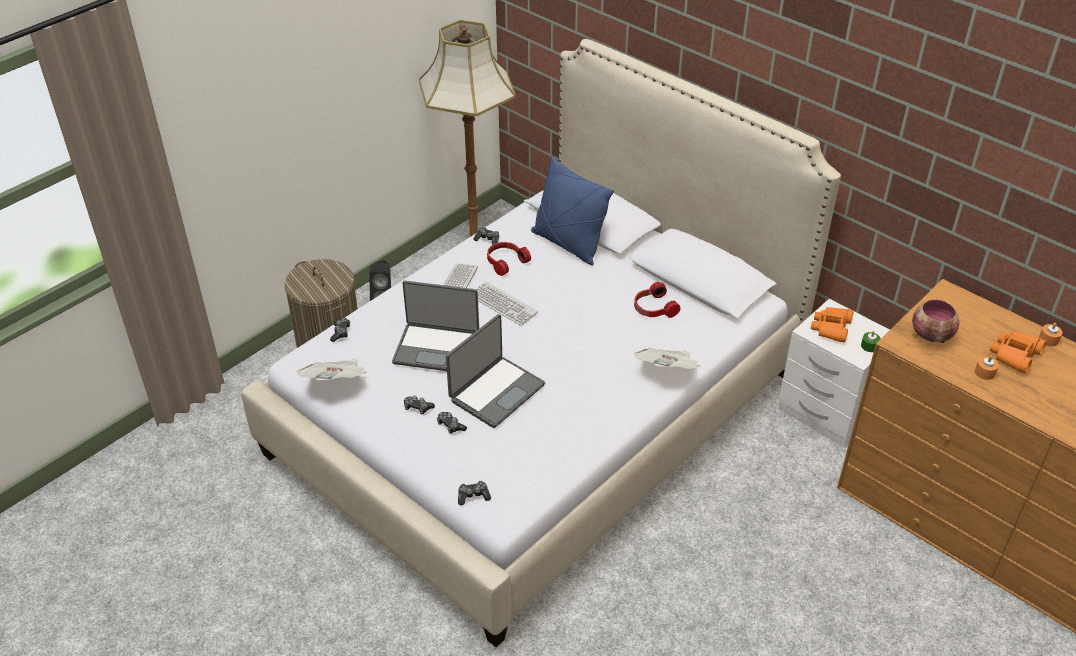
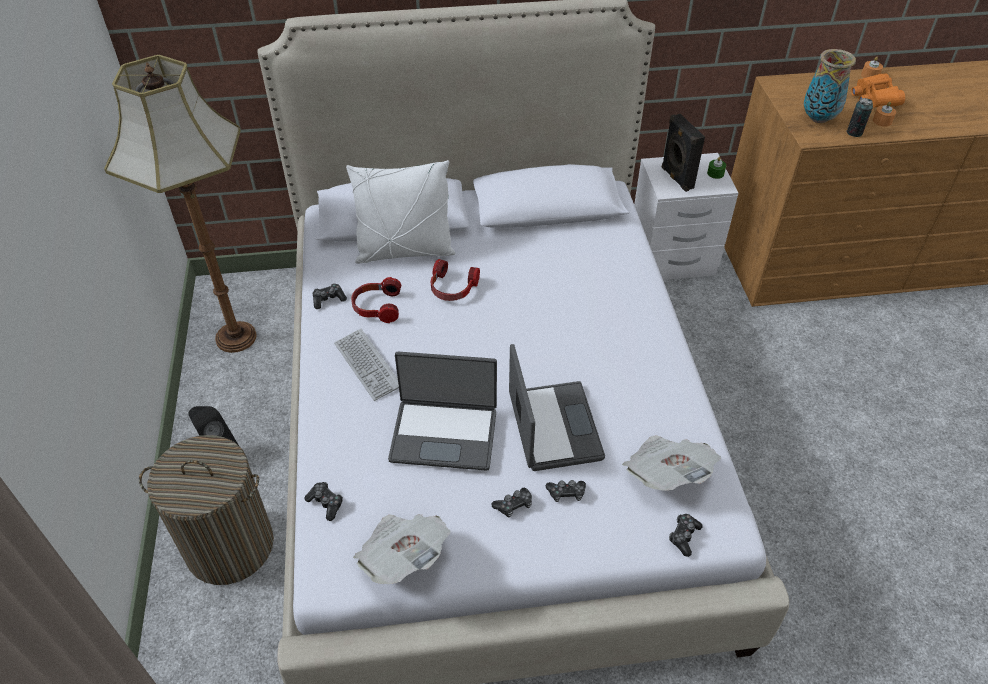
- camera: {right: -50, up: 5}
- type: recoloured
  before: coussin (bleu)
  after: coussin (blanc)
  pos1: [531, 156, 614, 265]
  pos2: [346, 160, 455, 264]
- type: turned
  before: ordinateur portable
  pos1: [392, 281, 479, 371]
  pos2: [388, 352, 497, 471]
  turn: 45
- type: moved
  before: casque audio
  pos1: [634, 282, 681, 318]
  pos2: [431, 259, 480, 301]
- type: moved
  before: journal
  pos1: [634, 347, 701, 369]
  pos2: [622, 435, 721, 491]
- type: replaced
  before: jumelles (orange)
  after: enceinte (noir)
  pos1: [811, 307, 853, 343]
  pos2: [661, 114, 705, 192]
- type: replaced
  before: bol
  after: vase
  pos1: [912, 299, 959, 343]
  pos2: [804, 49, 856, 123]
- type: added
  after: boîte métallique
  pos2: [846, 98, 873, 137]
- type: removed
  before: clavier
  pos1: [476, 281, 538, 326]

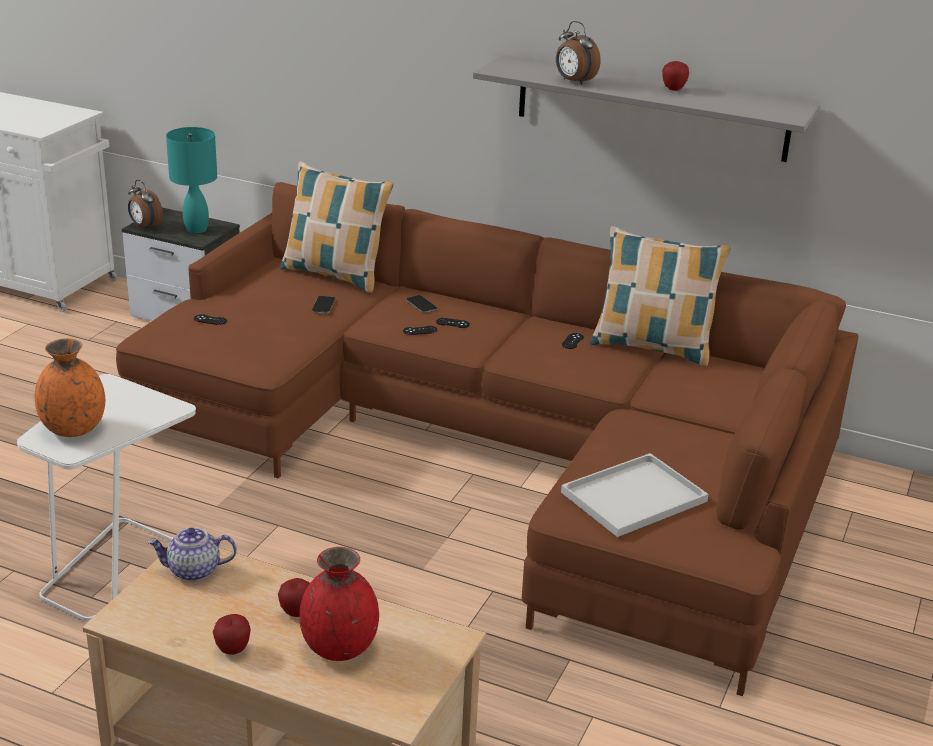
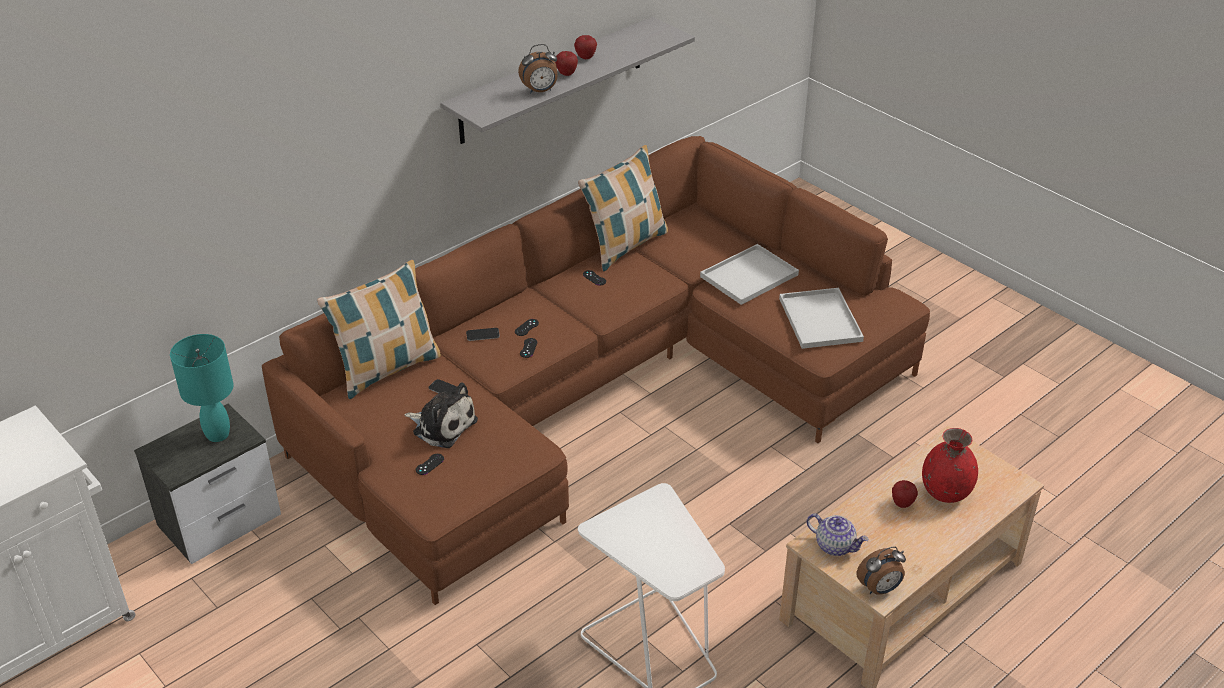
- camera: {right: -65, up: 10}
- type: added
  after: peluche
  pos2: [404, 382, 478, 448]
- type: moved
  before: pomme
  pos1: [213, 614, 251, 655]
  pos2: [555, 51, 578, 76]
- type: added
  after: plateau (blanc)
  pos2: [700, 244, 799, 305]
- type: turned
  before: théière
  pos1: [147, 527, 237, 581]
  pos2: [807, 513, 869, 556]
  turn: -75
- type: moved
  before: réveil
  pos1: [128, 180, 163, 230]
  pos2: [857, 546, 906, 595]
- type: removed
  before: vase (orange)
  pos1: [35, 338, 105, 437]

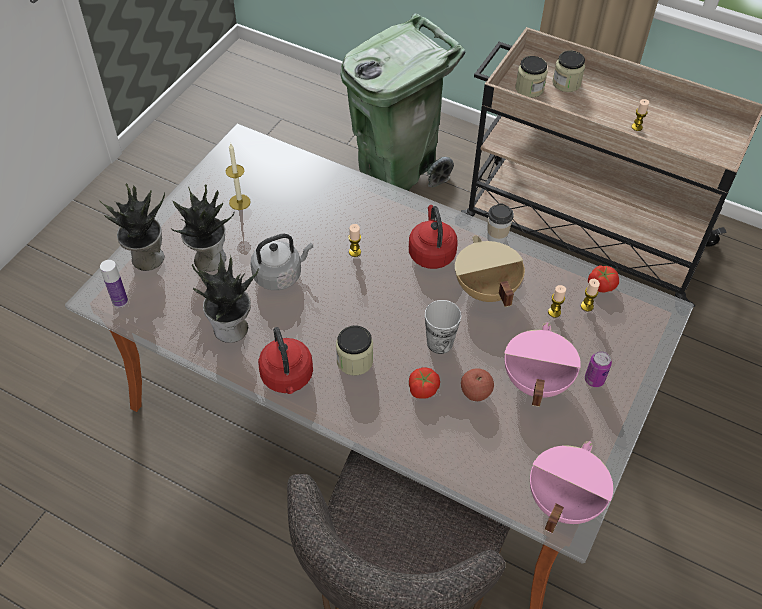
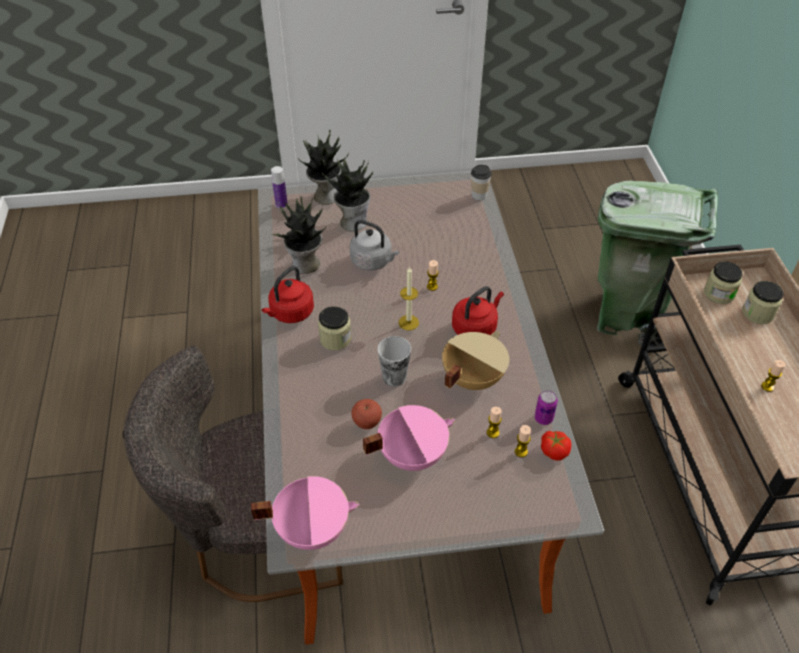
- camera: {right: 55, up: -5}
- type: moved
  before: bougie
  pos1: [226, 143, 251, 210]
  pos2: [399, 266, 419, 330]
- type: moved
  before: tasse
  pos1: [487, 203, 514, 244]
  pos2: [471, 165, 492, 201]
- type: moved
  before: boîte métallique
  pos1: [585, 351, 612, 387]
  pos2: [534, 390, 558, 425]
- type: removed
  before: tomate
  pos1: [409, 368, 440, 399]

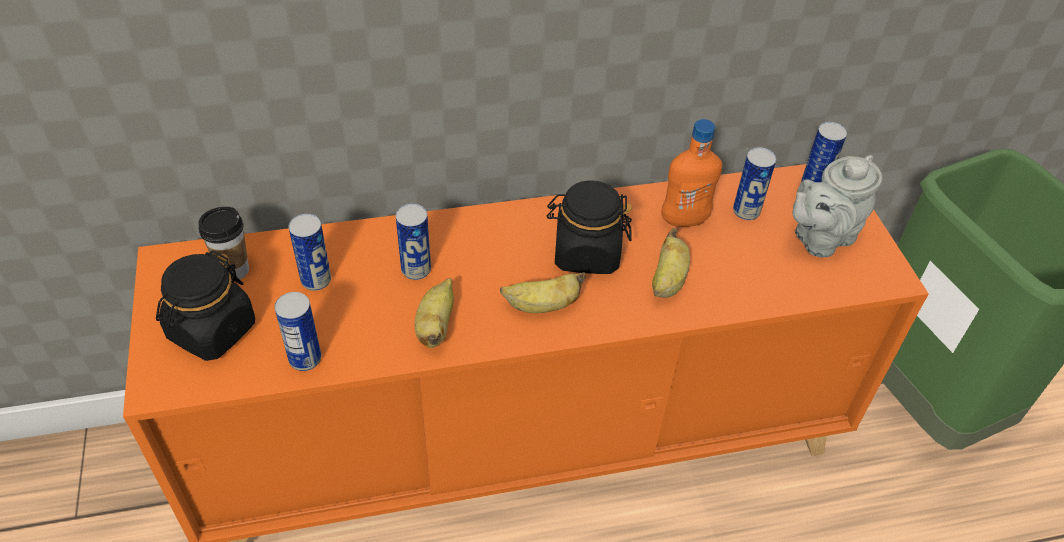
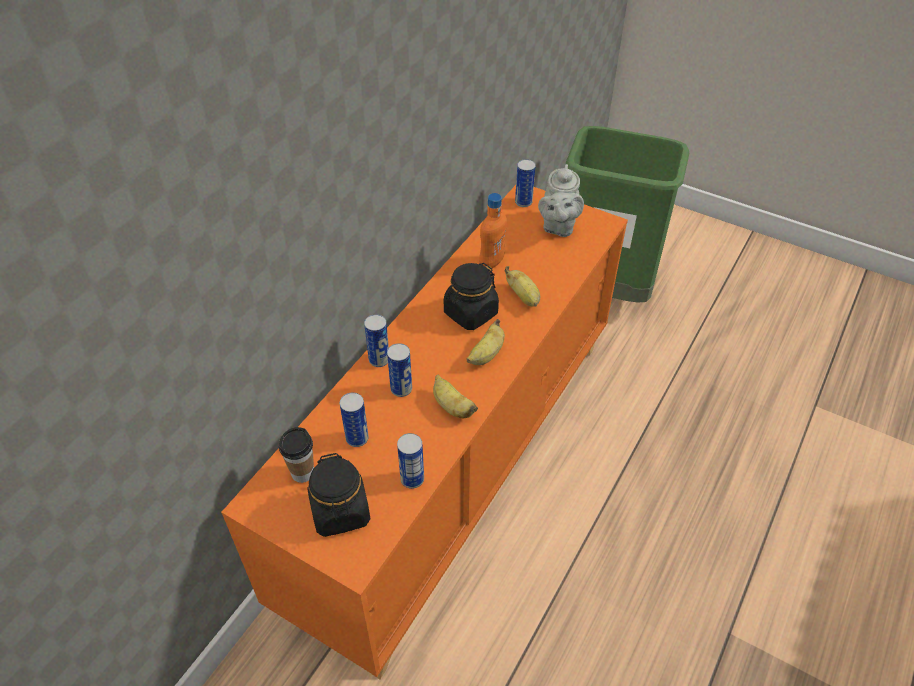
- camera: {right: -45, up: 0}
- type: moved
  before: boîte métallique
  pos1: [733, 147, 776, 220]
  pos2: [364, 314, 389, 367]

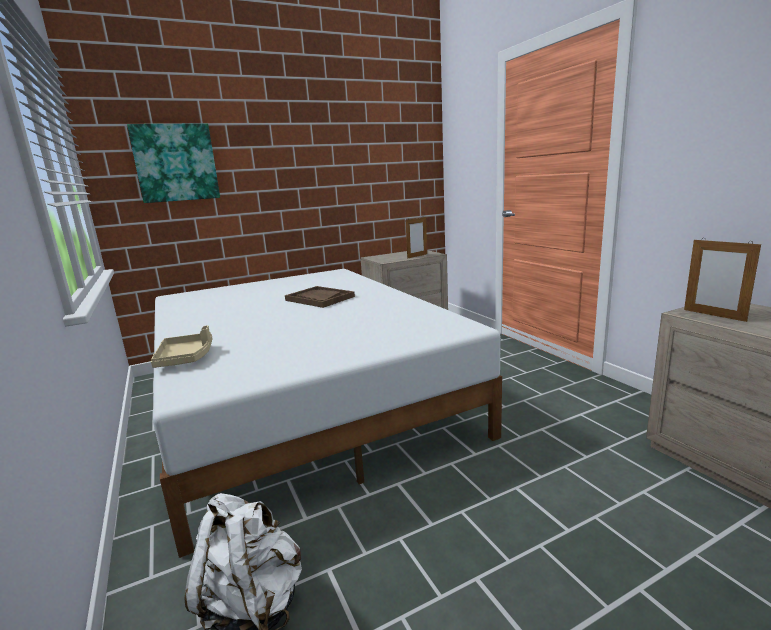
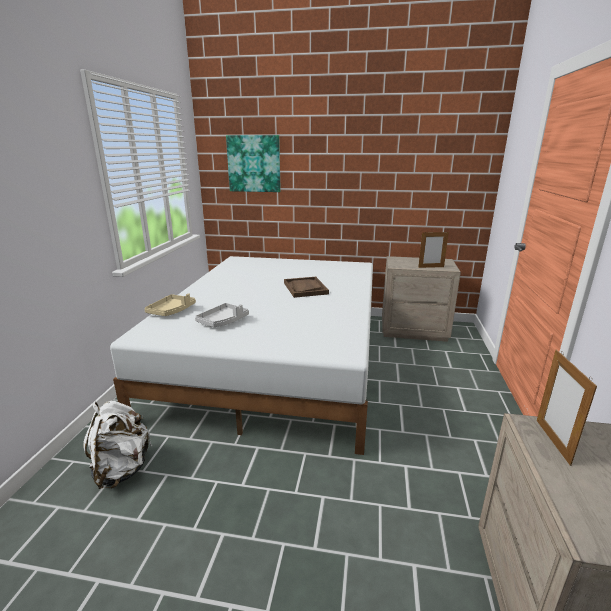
- camera: {right: 35, up: 5}
- type: added
  after: plateau (gris)
  pos2: [195, 303, 249, 327]

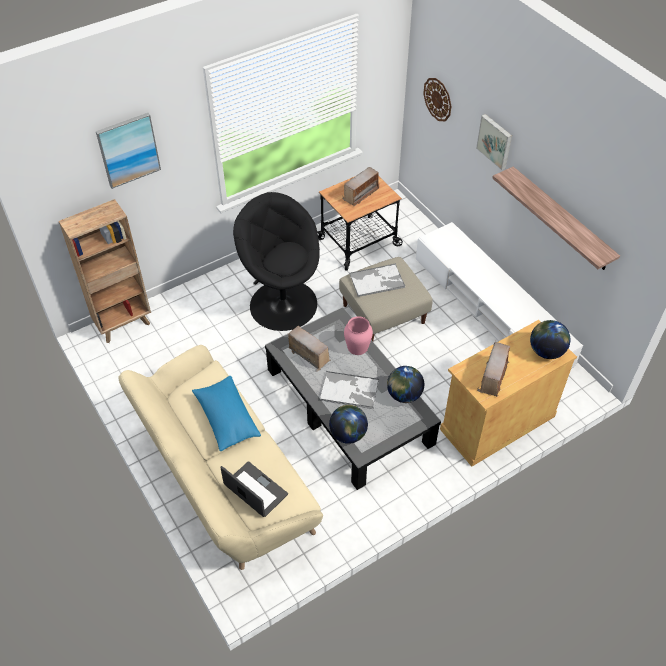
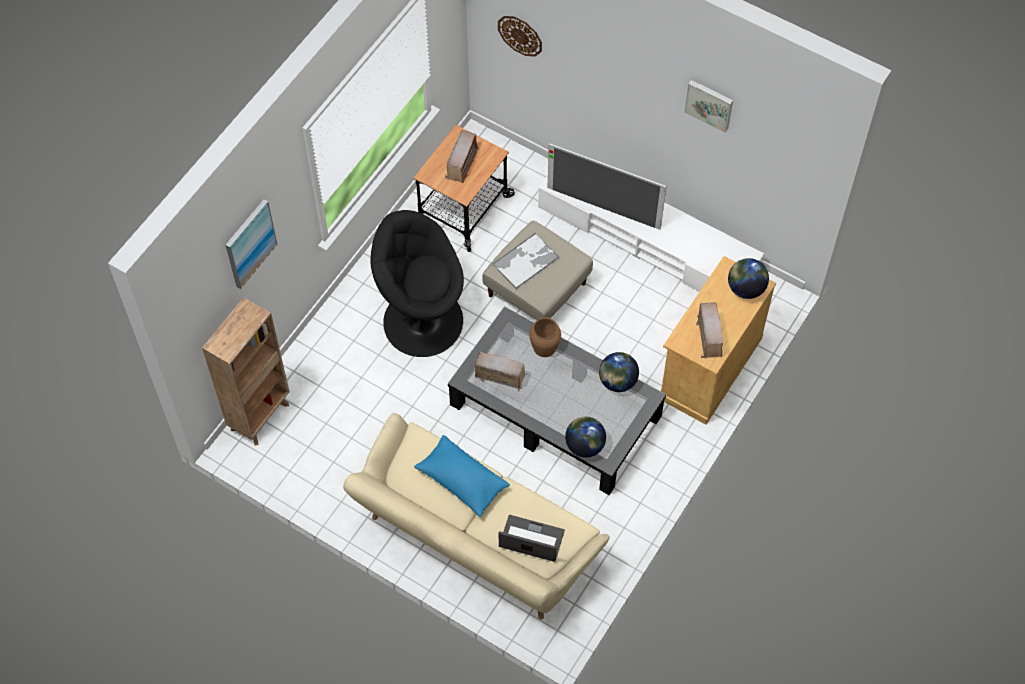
- camera: {right: -25, up: 10}
- type: recoloured
  before: vase (rose)
  after: vase (marron)
  pos1: [344, 316, 373, 355]
  pos2: [529, 317, 561, 357]
- type: added
  after: téléviseur
  pos2: [547, 143, 666, 230]
- type: moved
  before: tableau
  pos1: [476, 114, 512, 170]
  pos2: [684, 80, 733, 133]
- type: removed
  before: plateau
  pos1: [319, 371, 379, 409]
- type: removed
  before: étagère
  pos1: [492, 166, 620, 270]

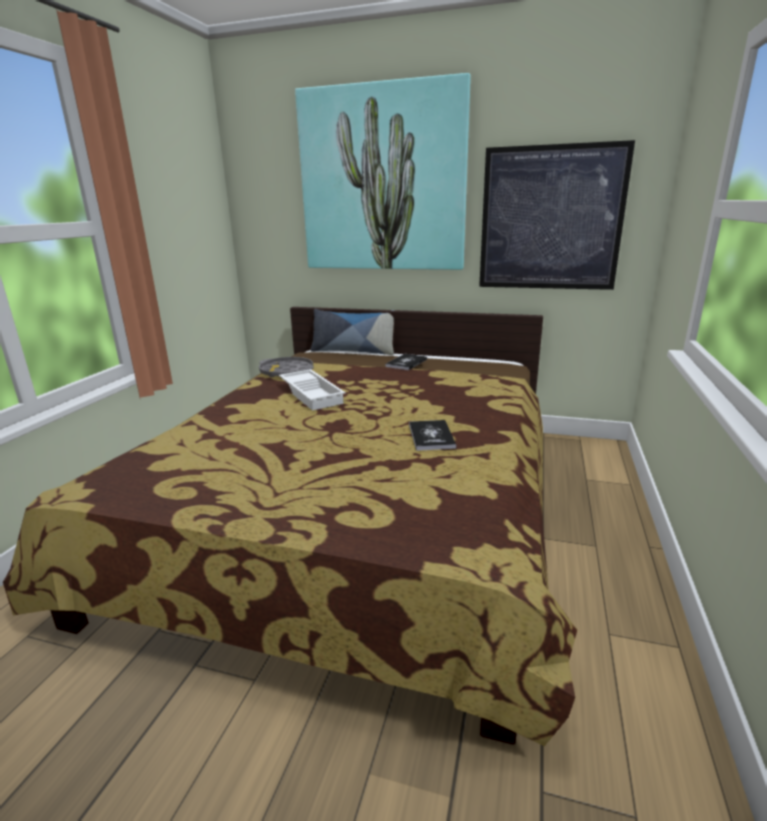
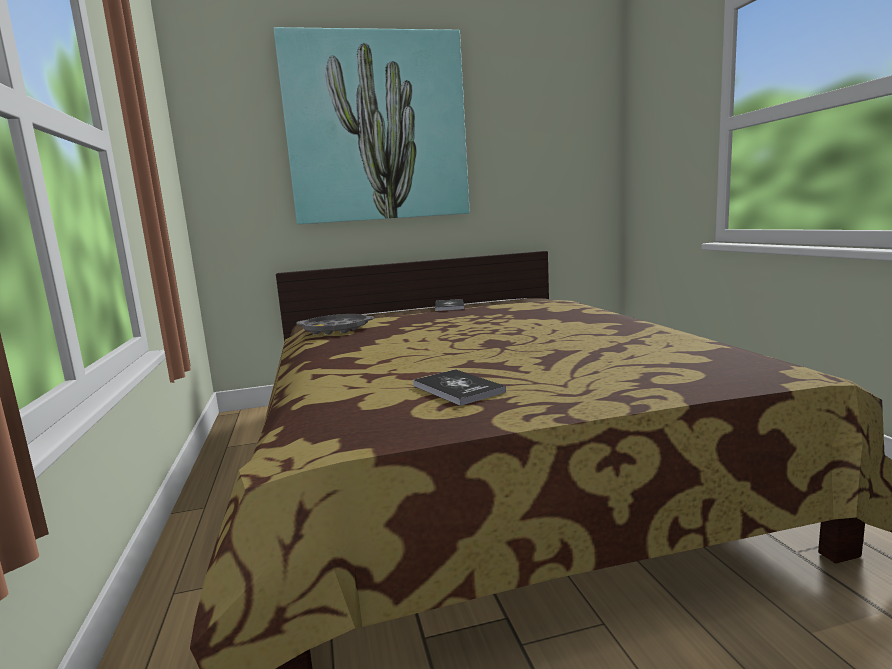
- camera: {right: -30, up: -10}
- type: moved
  before: livre
  pos1: [409, 420, 456, 451]
  pos2: [413, 369, 506, 406]
- type: removed
  before: plateau (blanc)
  pos1: [279, 369, 345, 411]
- type: removed
  before: coussin
  pos1: [311, 309, 395, 355]
- type: removed
  before: tableau
  pos1: [479, 140, 635, 290]

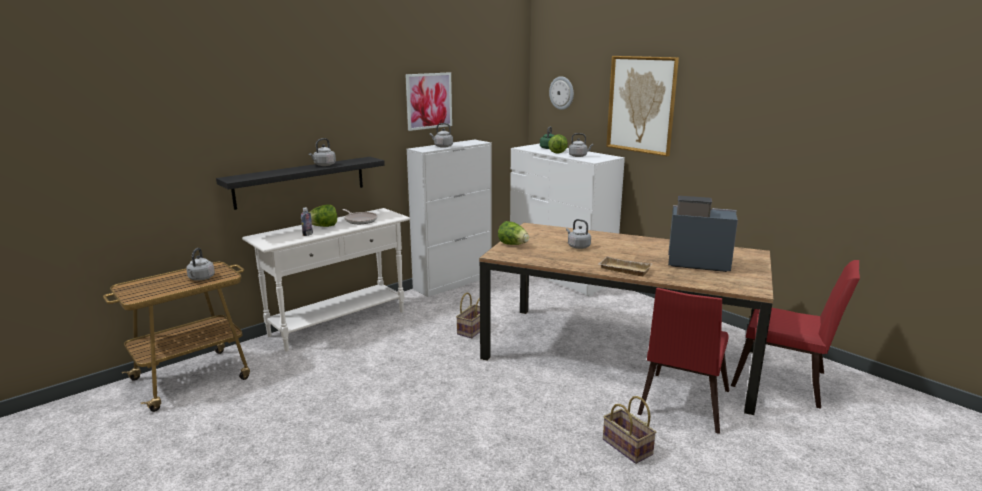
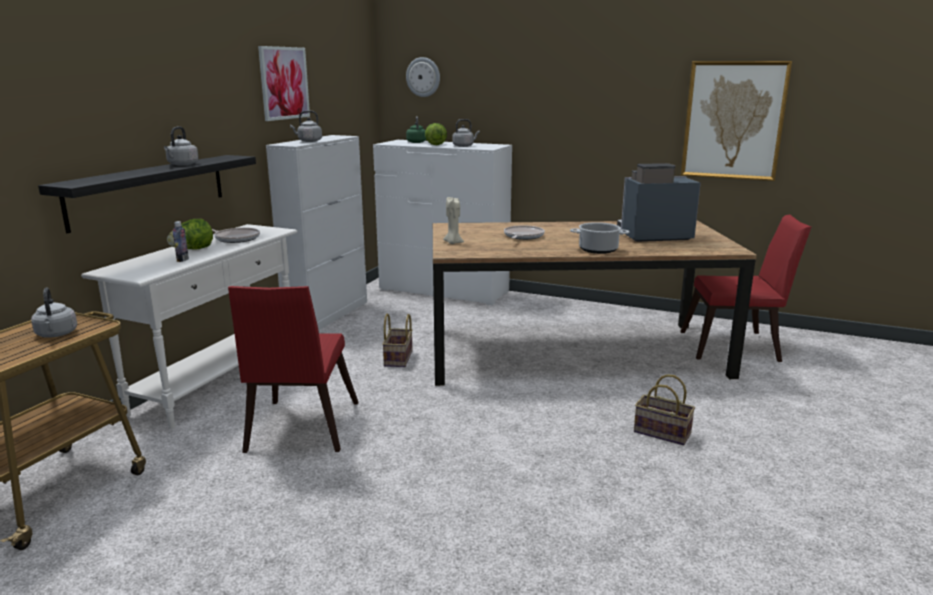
- camera: {right: -25, up: 0}
- type: moved
  before: chaise (rouge)
  pos1: [638, 288, 729, 434]
  pos2: [228, 286, 359, 453]
- type: replaced
  before: laitue
  after: bougie (beige)
  pos1: [498, 221, 529, 245]
  pos2: [443, 197, 464, 244]
- type: replaced
  before: bouilloire (gris)
  after: poêle
  pos1: [566, 219, 591, 249]
  pos2: [504, 225, 545, 240]
- type: replaced
  before: plateau (beige)
  after: marmite
  pos1: [598, 256, 653, 276]
  pos2: [570, 222, 630, 254]
- type: moved
  before: tableau
  pos1: [606, 56, 679, 156]
  pos2: [681, 61, 792, 181]

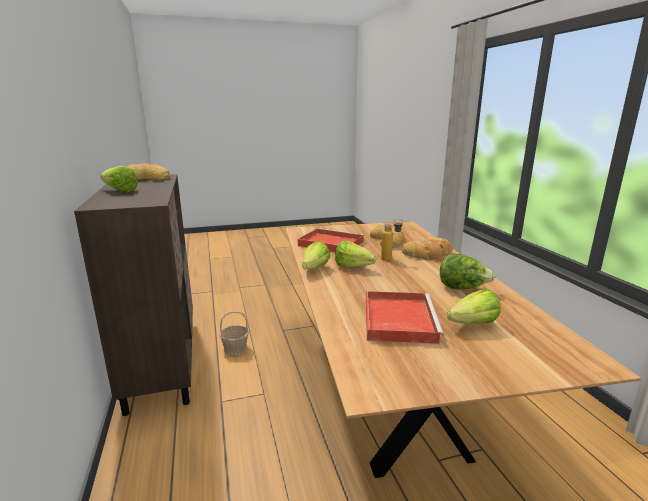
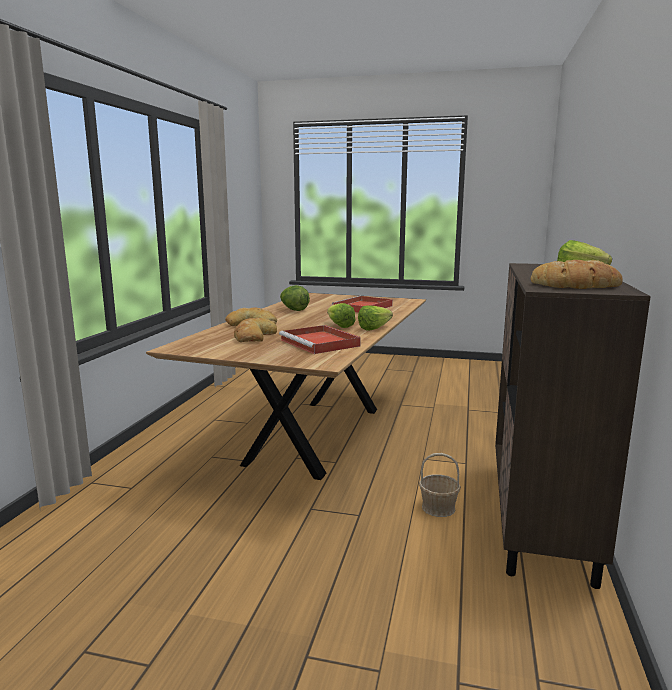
- camera: {right: -150, up: -5}
- type: removed
  before: bouteille
  pos1: [381, 219, 403, 260]
- type: removed
  before: laitue
  pos1: [447, 290, 501, 324]

